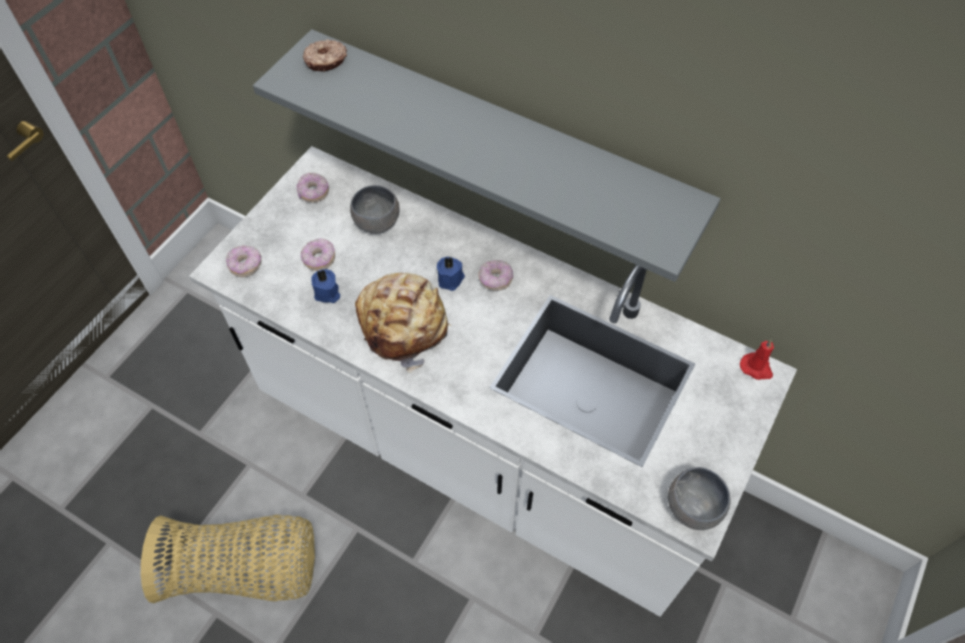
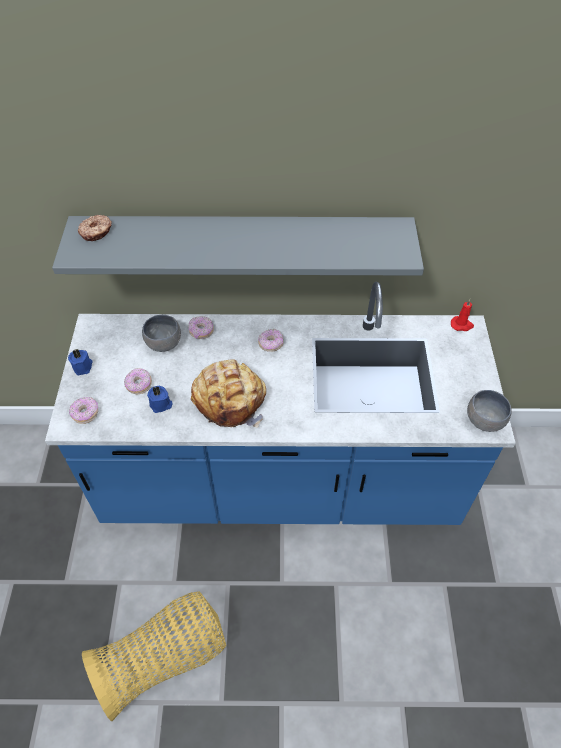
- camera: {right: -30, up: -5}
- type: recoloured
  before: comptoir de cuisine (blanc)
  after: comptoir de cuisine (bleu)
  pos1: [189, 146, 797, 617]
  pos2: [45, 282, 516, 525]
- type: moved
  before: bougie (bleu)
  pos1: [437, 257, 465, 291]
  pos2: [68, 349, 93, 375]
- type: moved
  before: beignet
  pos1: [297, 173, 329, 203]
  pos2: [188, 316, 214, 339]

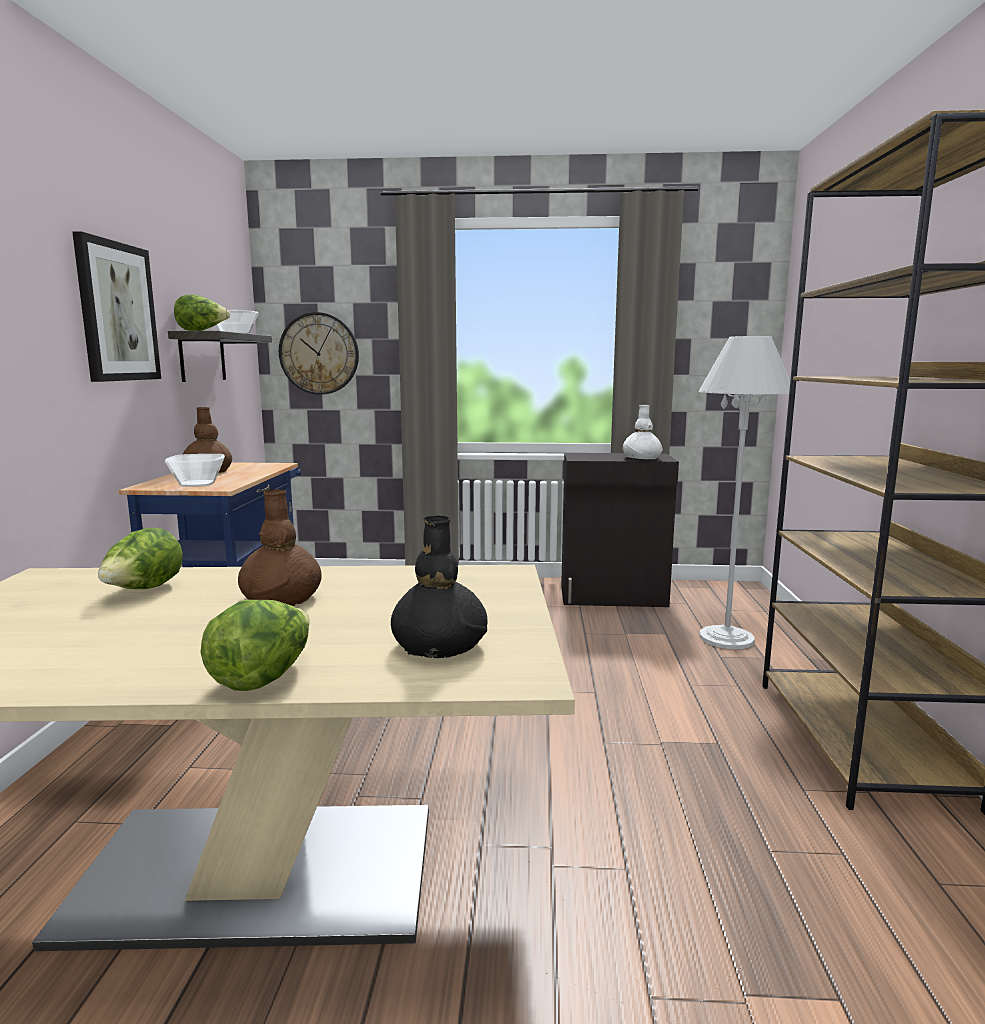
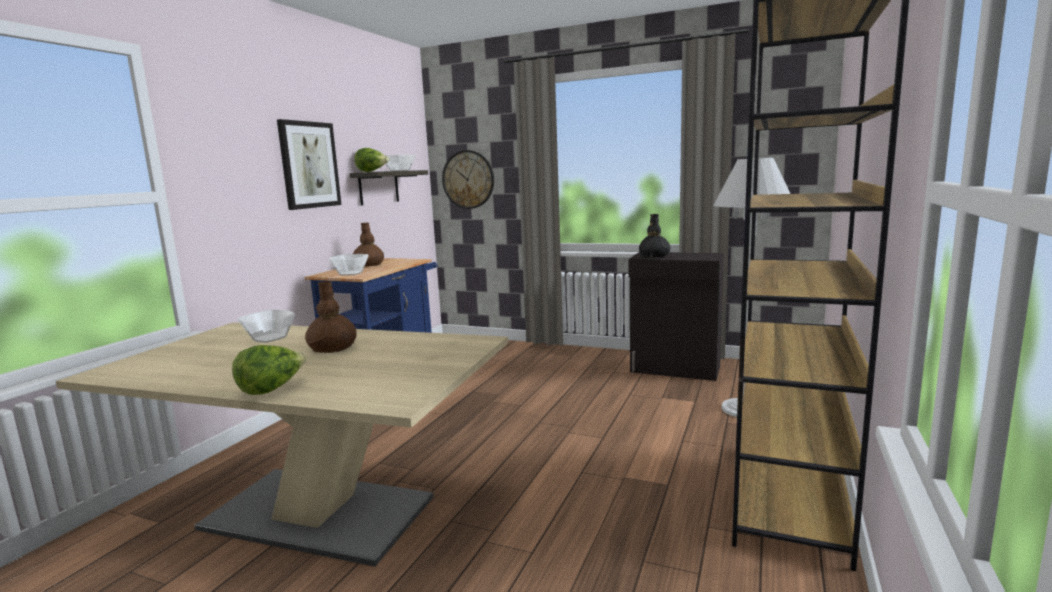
- camera: {right: 20, up: 0}
- type: replaced
  before: laitue
  after: bol
  pos1: [98, 528, 183, 589]
  pos2: [238, 310, 295, 343]
- type: moved
  before: vase (noir)
  pos1: [391, 516, 488, 658]
  pos2: [639, 214, 670, 257]
- type: removed
  before: vase (blanc)
  pos1: [623, 405, 662, 459]

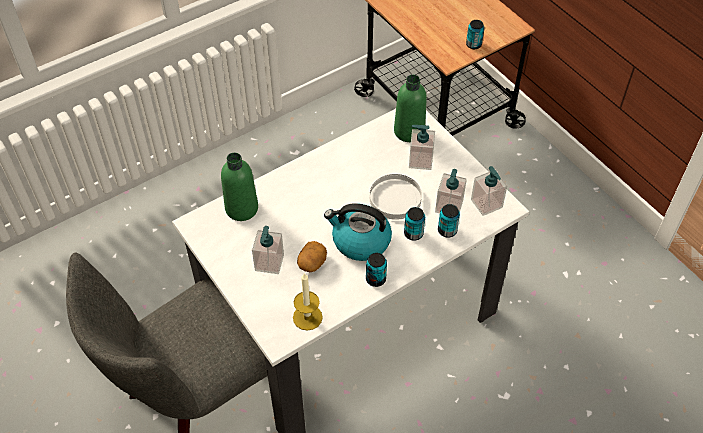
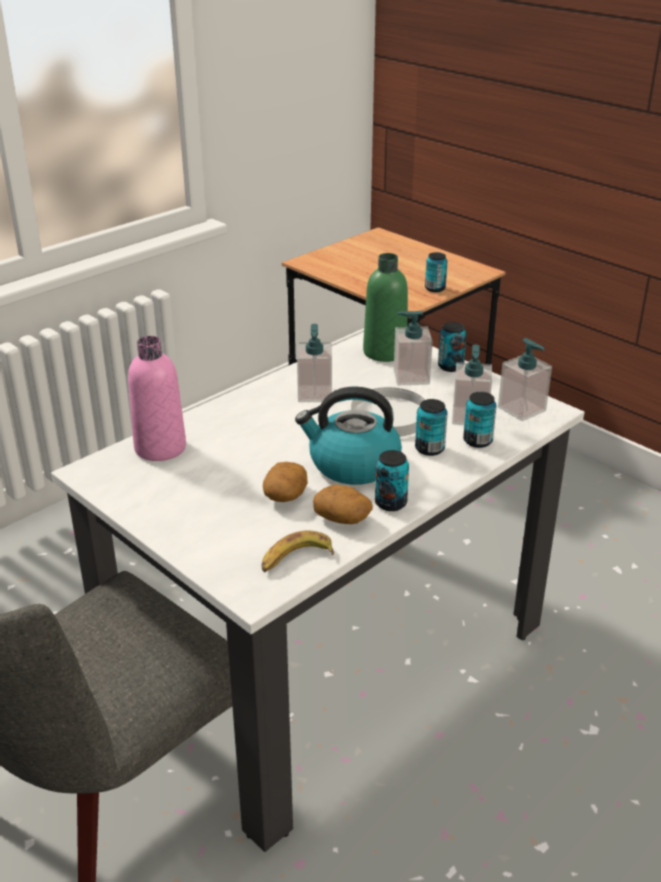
- camera: {right: -10, up: -20}
- type: recoloured
  before: bouteille (vert)
  after: bouteille (rose)
  pos1: [221, 153, 258, 221]
  pos2: [128, 336, 186, 461]
- type: replaced
  before: bougie
  after: banane
  pos1: [293, 273, 323, 331]
  pos2: [262, 530, 334, 572]
- type: moved
  before: distributeur de savon
  pos1: [252, 226, 284, 274]
  pos2: [297, 324, 332, 402]
- type: added
  after: pomme de terre
  pos2: [313, 485, 373, 524]
- type: added
  after: boîte métallique
  pos2: [438, 322, 467, 372]

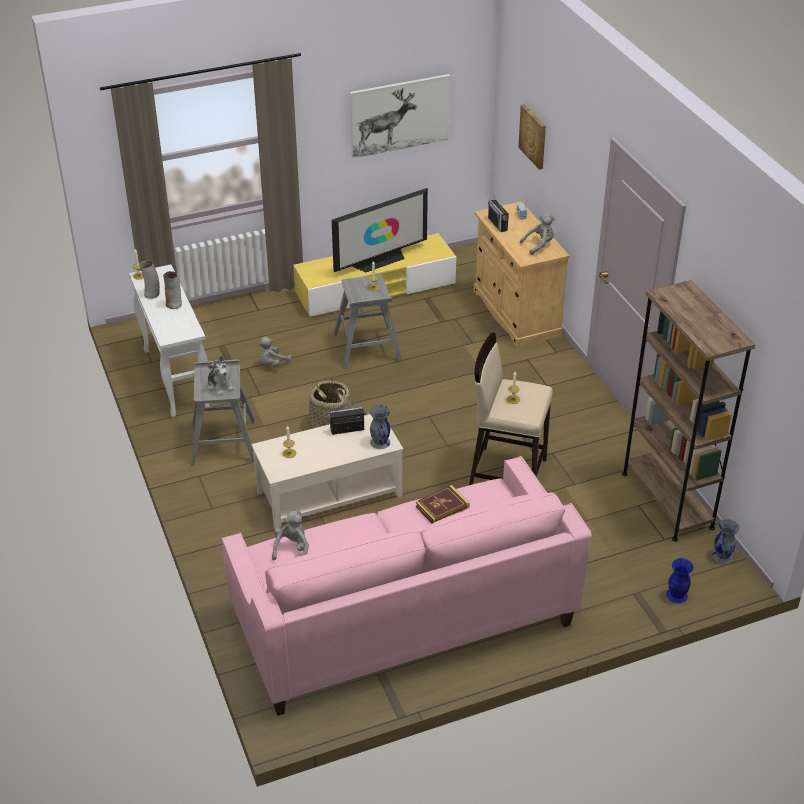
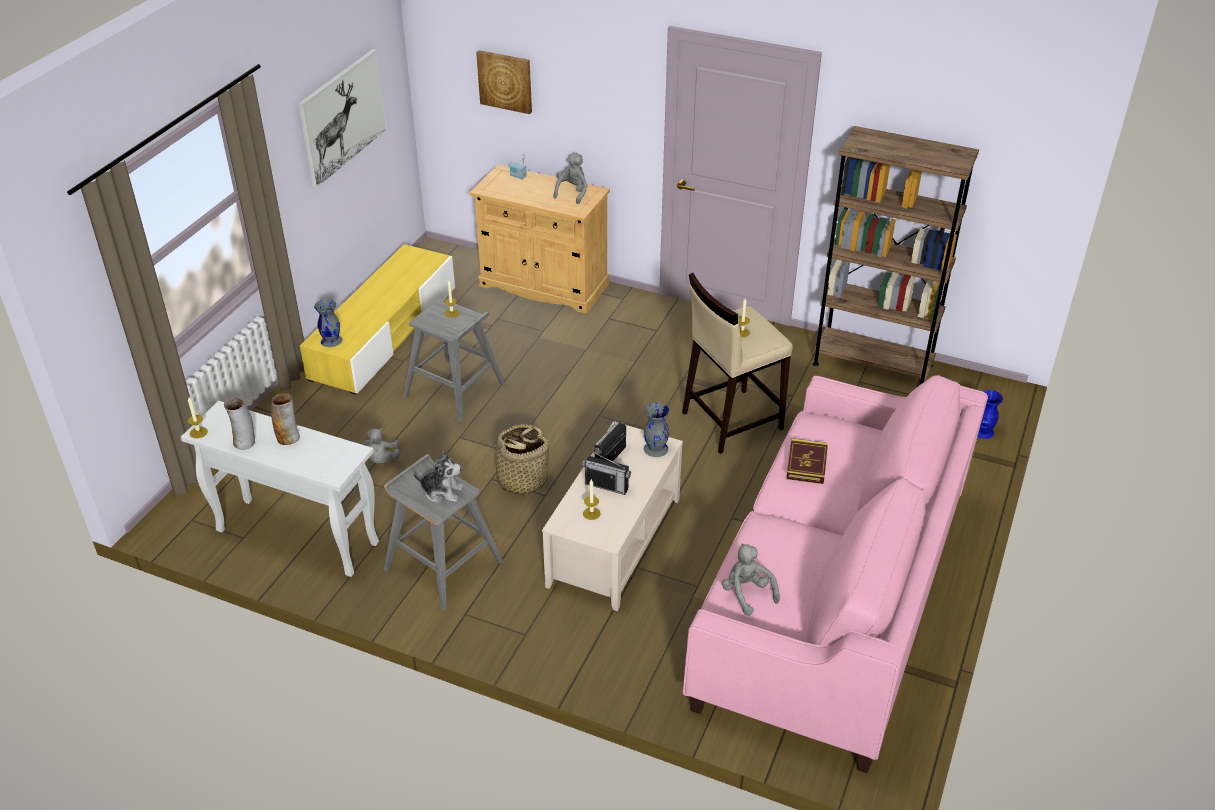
- camera: {right: -45, up: 0}
- type: moved
  before: vase (gris)
  pos1: [712, 519, 740, 564]
  pos2: [314, 299, 342, 347]
- type: moved
  before: radio
  pos1: [488, 194, 509, 232]
  pos2: [582, 450, 631, 495]
- type: removed
  before: téléviseur
  pos1: [332, 188, 428, 272]

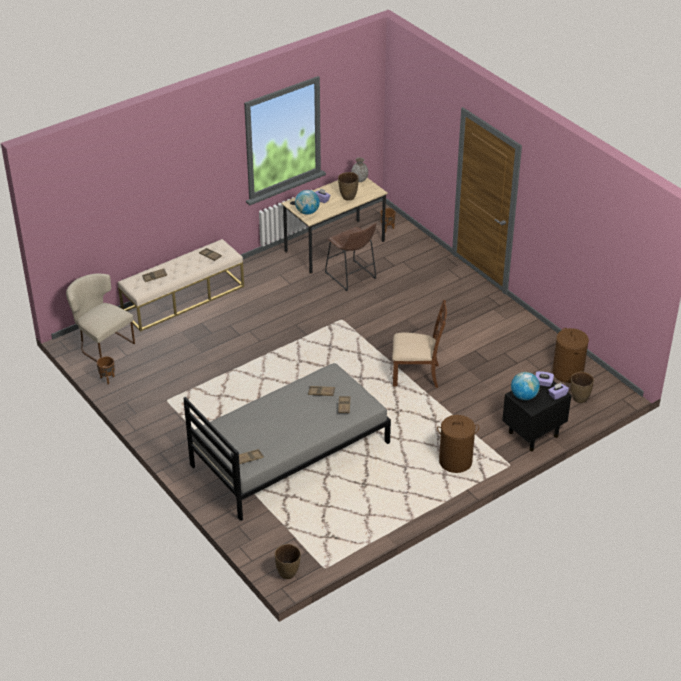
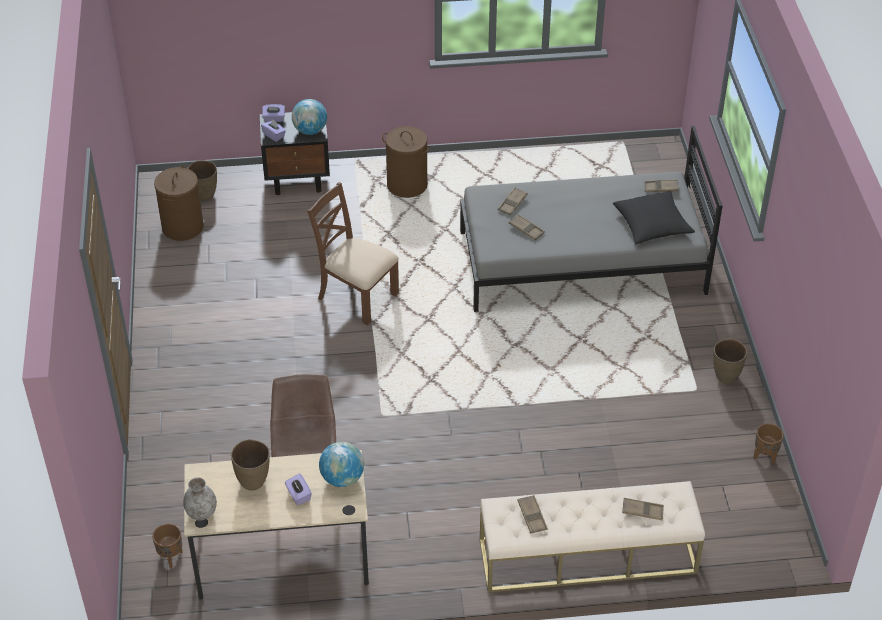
- camera: {right: -150, up: 5}
- type: added
  after: coussin (noir)
  pos2: [613, 191, 695, 244]
- type: moved
  before: vase (marron)
  pos1: [275, 544, 301, 579]
  pos2: [713, 339, 747, 384]
- type: removed
  before: chaise (beige)
  pos1: [66, 274, 135, 362]

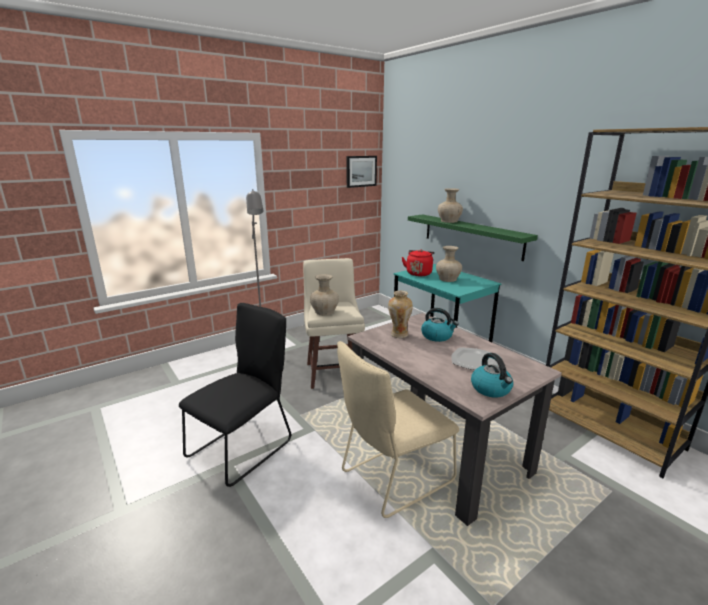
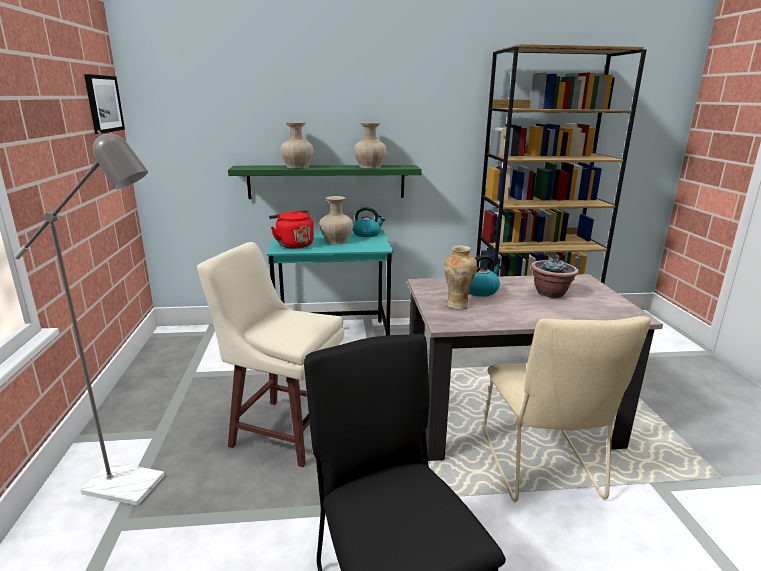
- camera: {right: -60, up: 0}
- type: moved
  before: bouilloire
  pos1: [471, 353, 513, 398]
  pos2: [353, 207, 385, 237]
- type: moved
  before: vase (beige)
  pos1: [310, 274, 339, 315]
  pos2: [354, 122, 387, 168]
- type: replaced
  before: assiette
  after: plante en pot
  pos1: [451, 347, 498, 370]
  pos2: [531, 257, 579, 298]

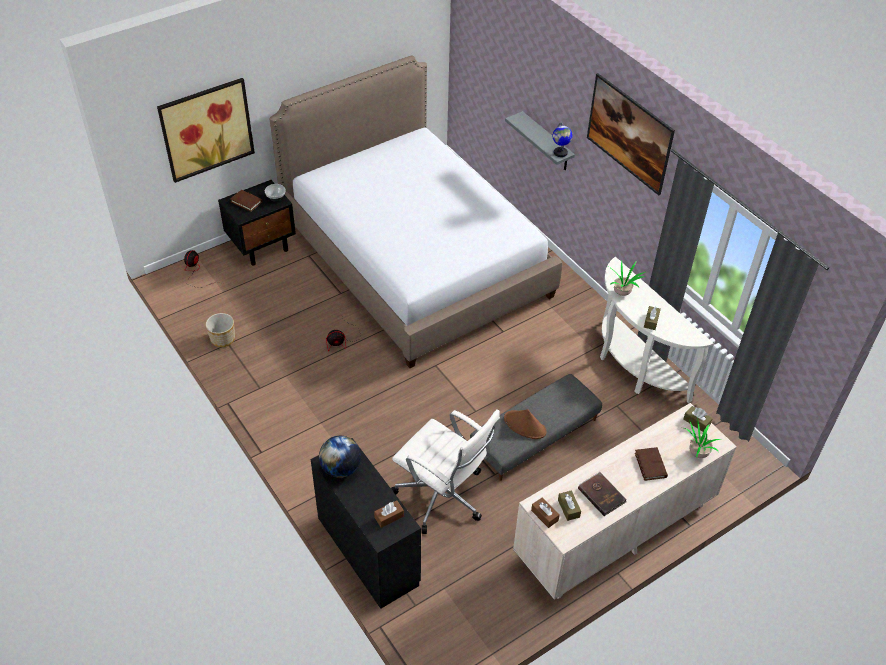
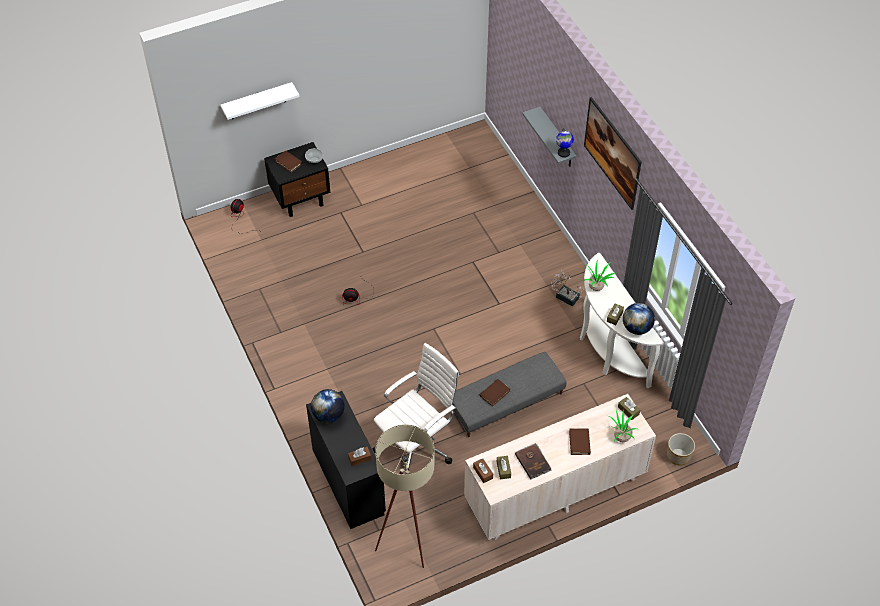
- camera: {right: 10, up: 5}
- type: replaced
  before: tableau
  after: étagère (blanc)
  pos1: [157, 78, 255, 183]
  pos2: [221, 82, 300, 120]
- type: turned
  before: chaise de bureau (blanc)
  pos1: [391, 409, 500, 534]
  pos2: [373, 343, 459, 467]
  turn: -90
- type: added
  after: lampadaire (beige)
  pos2: [375, 424, 435, 568]
- type: replaced
  before: chapeau (marron)
  after: livre (marron)
  pos1: [504, 409, 546, 439]
  pos2: [480, 379, 510, 407]
- type: added
  after: plante en pot
  pos2: [551, 270, 584, 307]
- type: added
  after: globe
  pos2: [623, 303, 655, 335]
- type: moved
  before: cache-pot
  pos1: [206, 313, 235, 347]
  pos2: [667, 433, 695, 466]
- type: removed
  before: lit
  pos1: [270, 55, 562, 368]

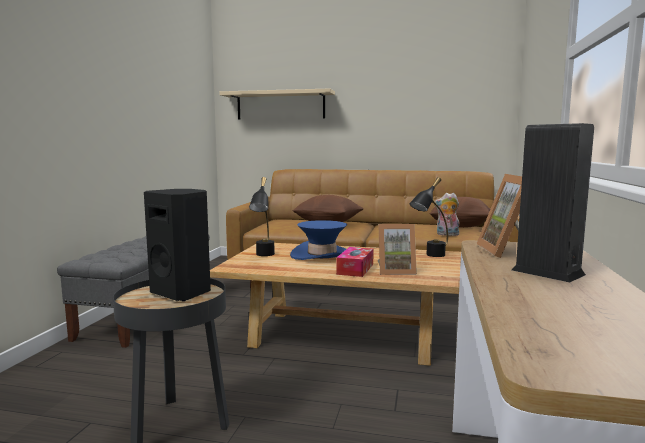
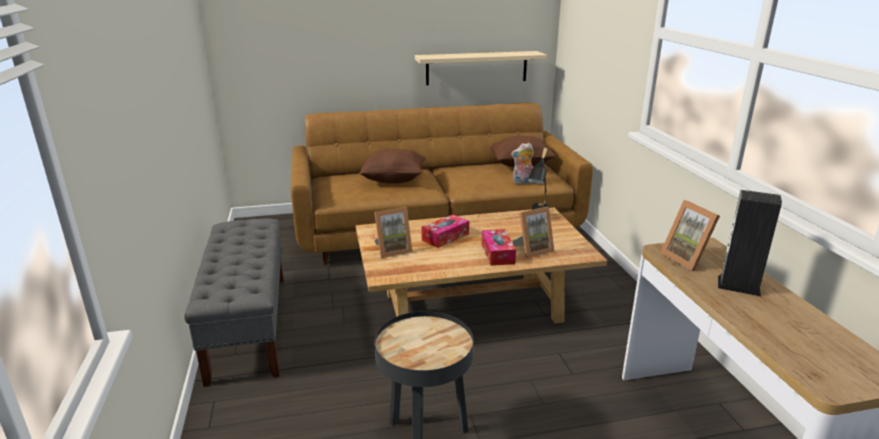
- camera: {right: -25, up: 15}
- type: replaced
  before: lampe de table (noir)
  after: cadre photo
  pos1: [249, 177, 275, 256]
  pos2: [374, 207, 413, 258]
- type: moved
  before: étagère (beige)
  pos1: [219, 88, 335, 119]
  pos2: [415, 51, 547, 85]
- type: replaced
  before: chapeau (bleu)
  after: boîte à mouchoirs
  pos1: [290, 220, 347, 260]
  pos2: [421, 214, 469, 248]
- type: removed
  before: enceinte (noir)
  pos1: [144, 189, 211, 301]

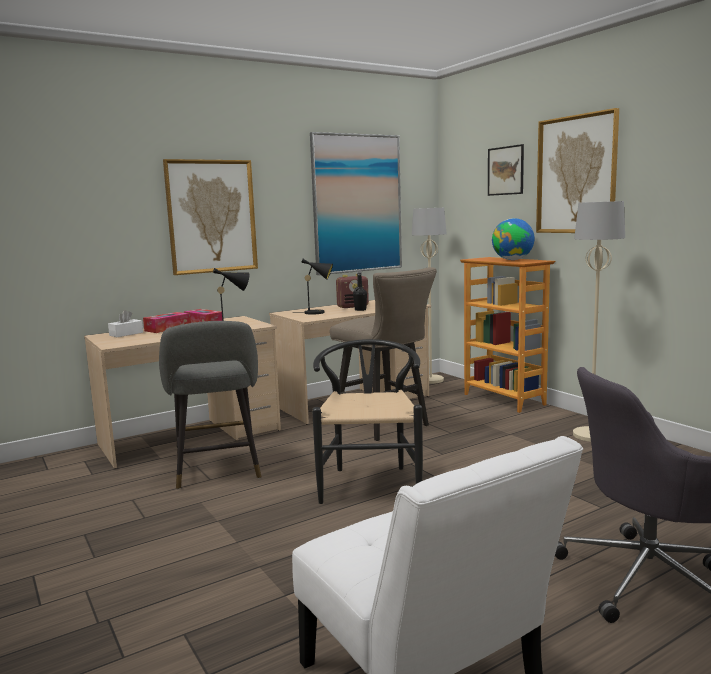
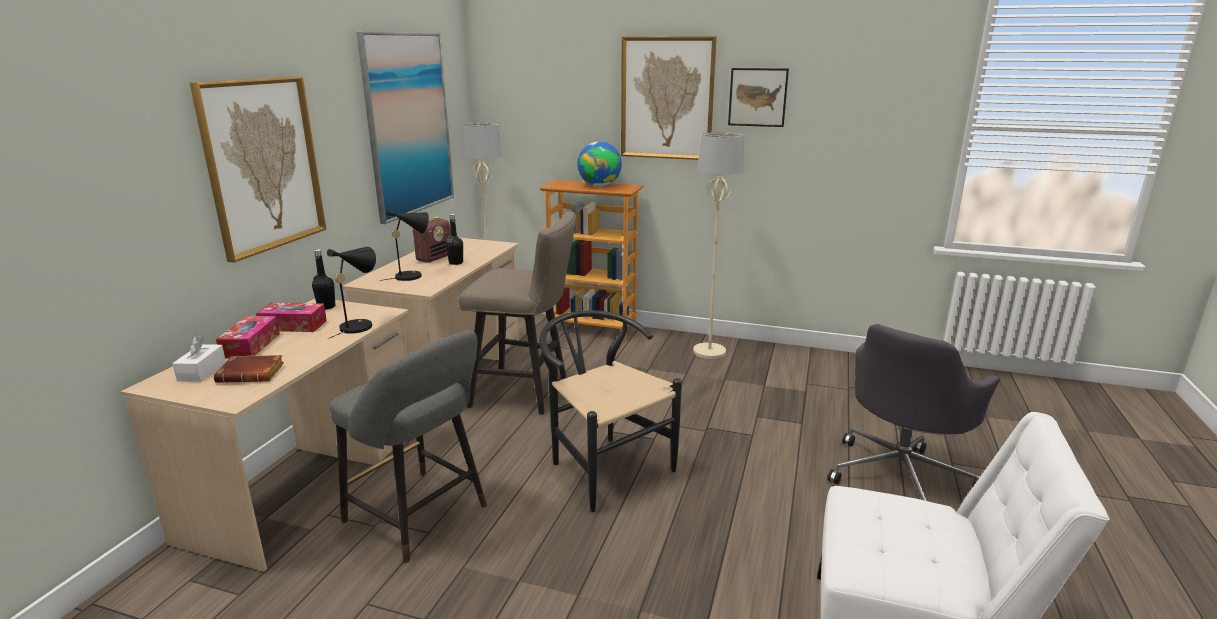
- camera: {right: -40, up: 10}
- type: added
  after: livre (marron)
  pos2: [214, 355, 284, 383]
- type: added
  after: bouteille (noir)
  pos2: [312, 249, 335, 310]
- type: moved
  before: tableau
  pos1: [488, 144, 524, 196]
  pos2: [728, 68, 789, 127]

